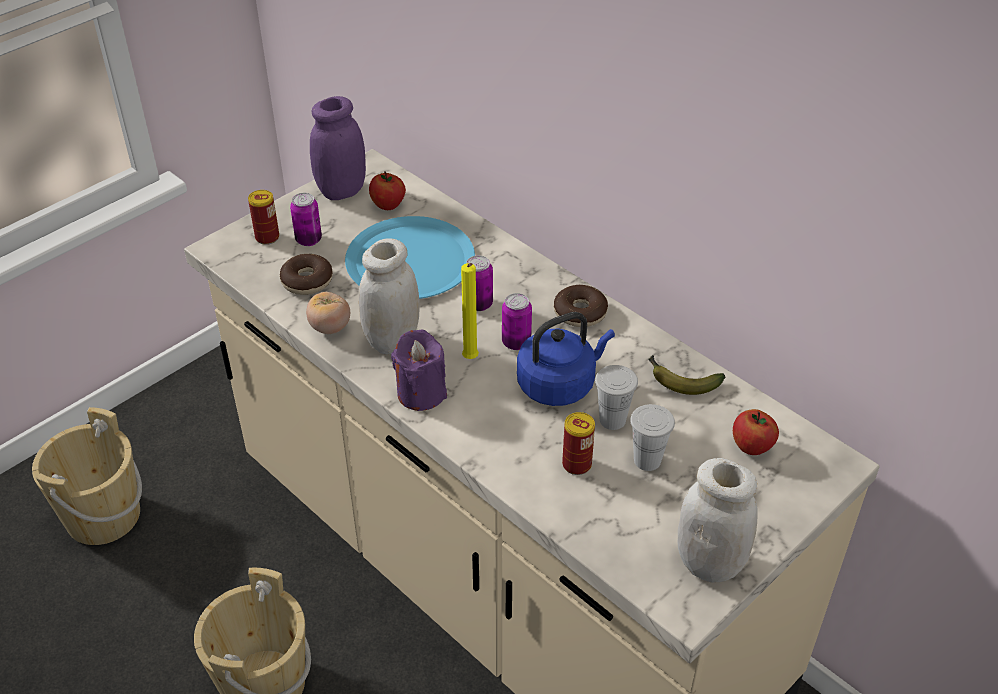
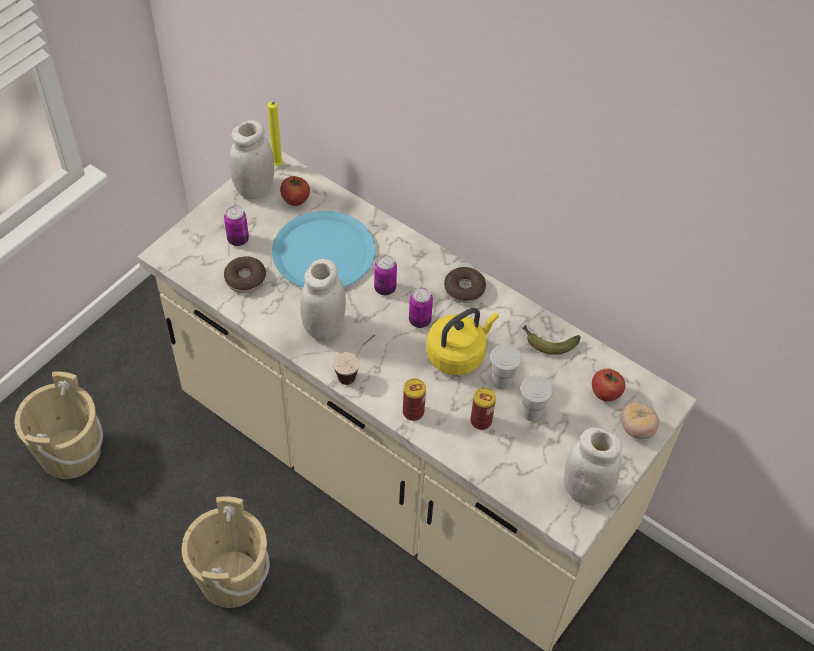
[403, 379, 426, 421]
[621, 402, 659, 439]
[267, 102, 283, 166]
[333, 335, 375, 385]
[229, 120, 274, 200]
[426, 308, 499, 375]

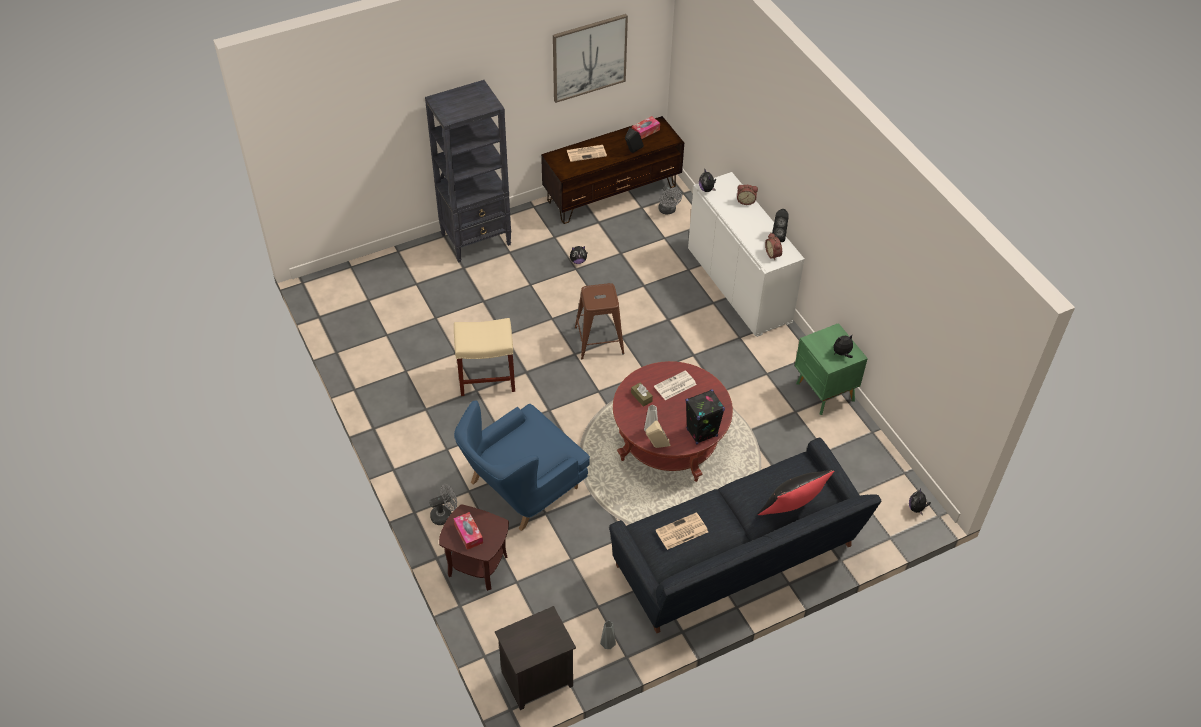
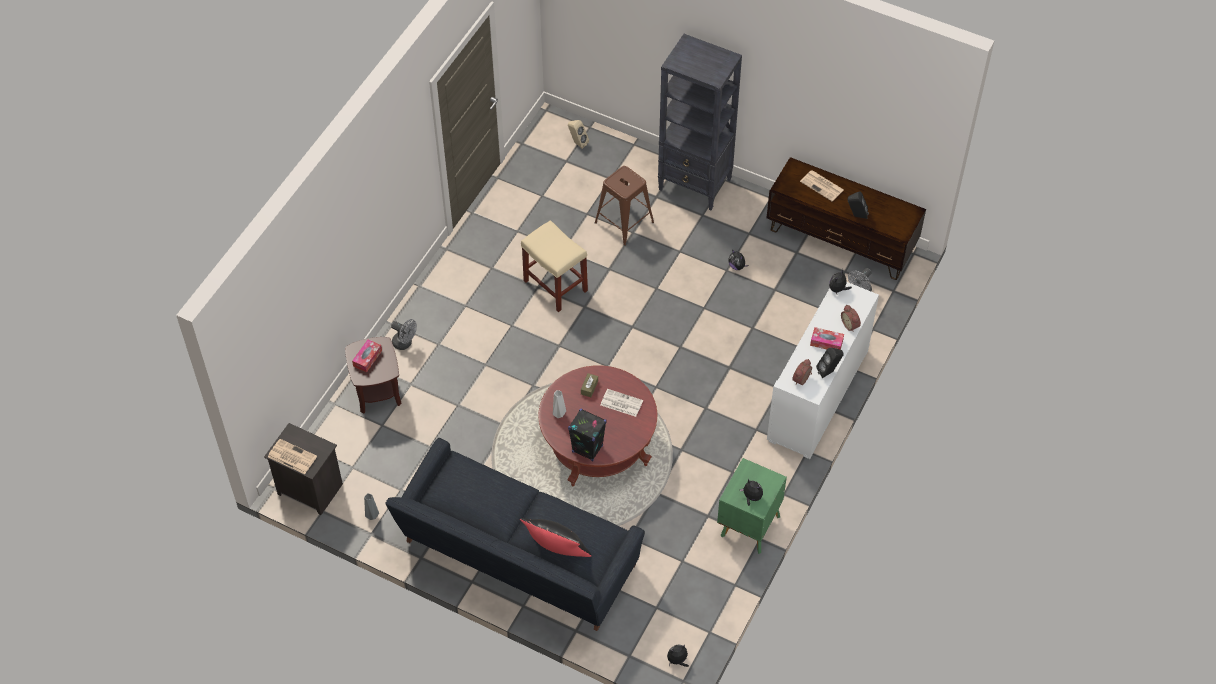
[454, 400, 590, 531] (first image)
[553, 14, 628, 103] (first image)
[595, 166, 654, 246]
[810, 327, 844, 350]
[568, 120, 589, 149]
[268, 439, 317, 474]

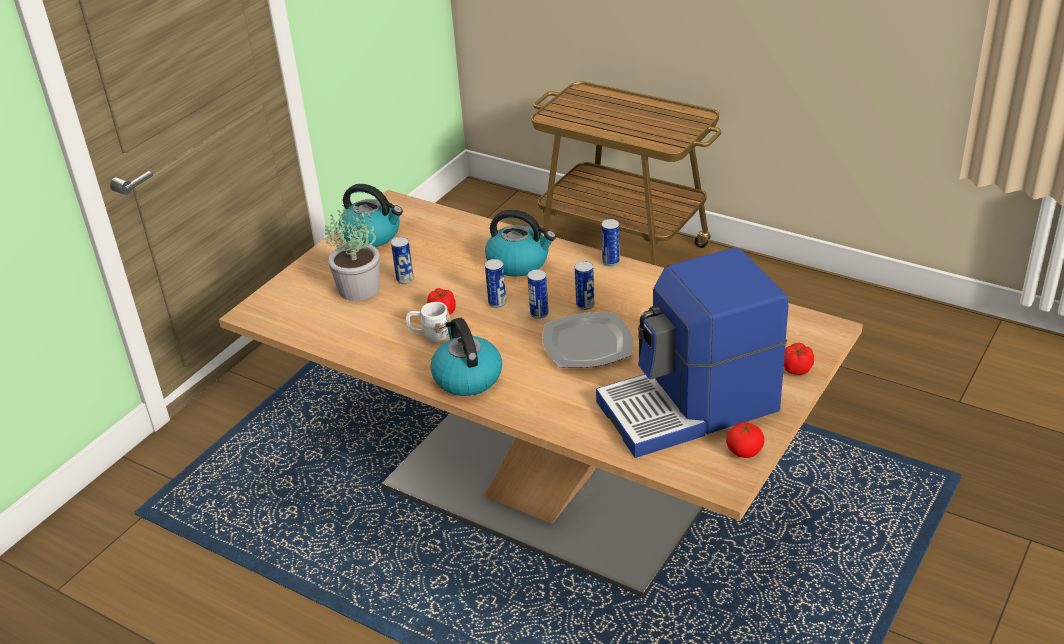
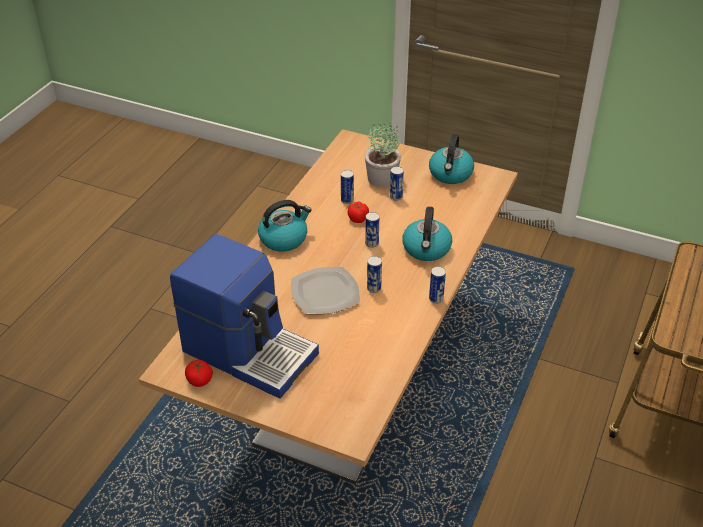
[406, 302, 451, 342] (first image)
[784, 343, 814, 375] (first image)
[341, 170, 354, 204]
[170, 234, 319, 399]

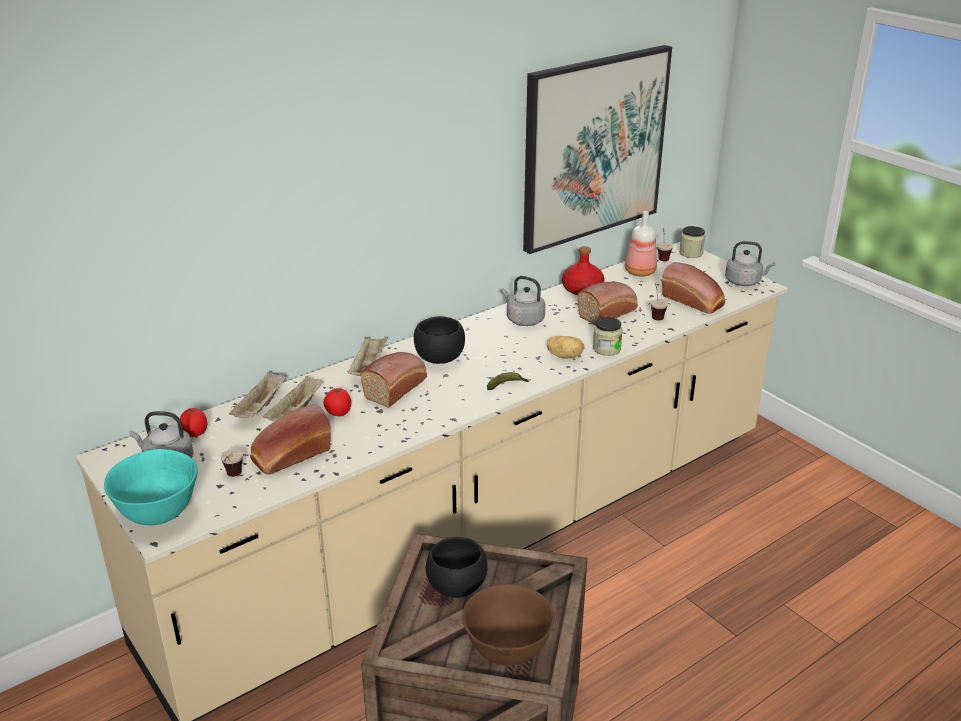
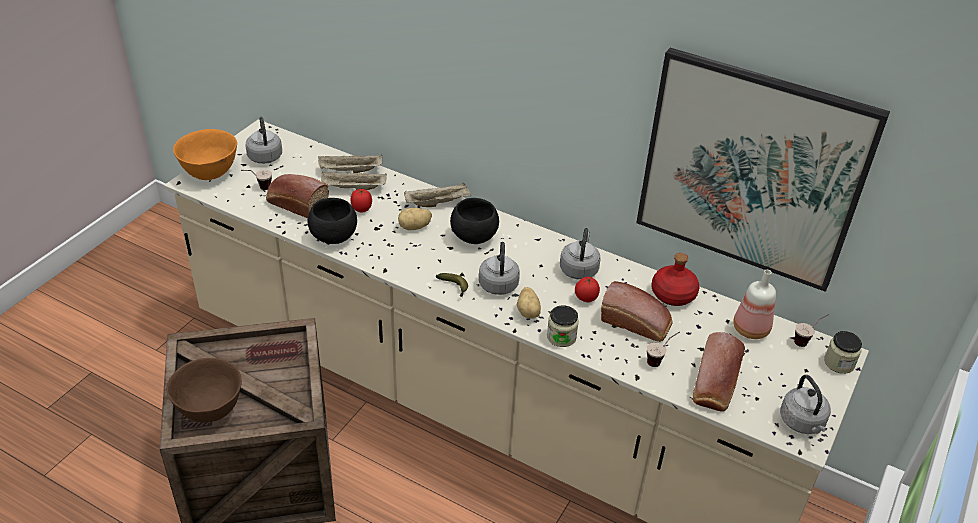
[479, 242, 520, 295]
[575, 277, 600, 302]
[308, 198, 357, 244]
[398, 208, 432, 230]
[173, 129, 237, 180]

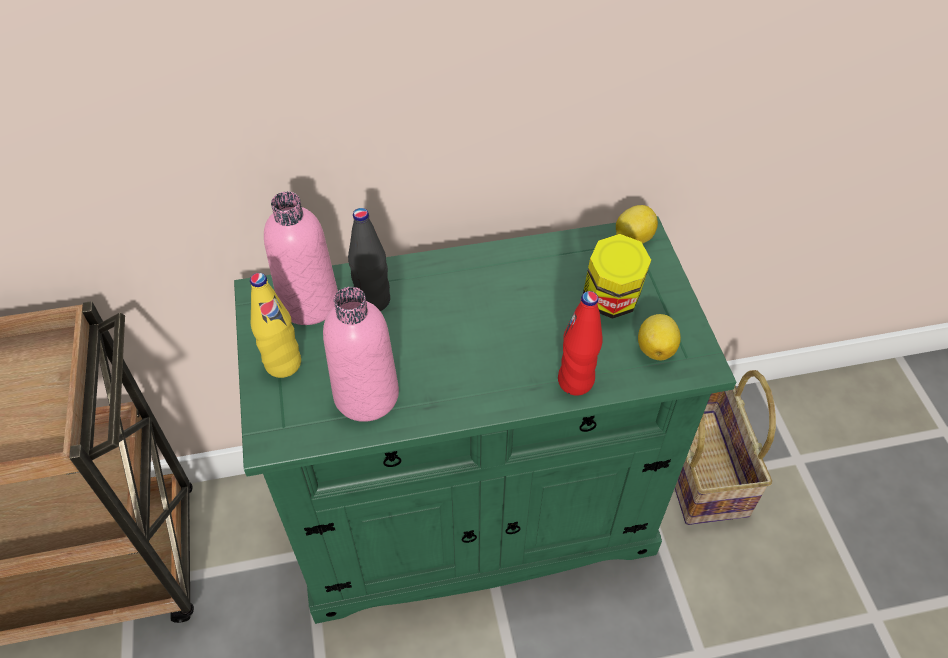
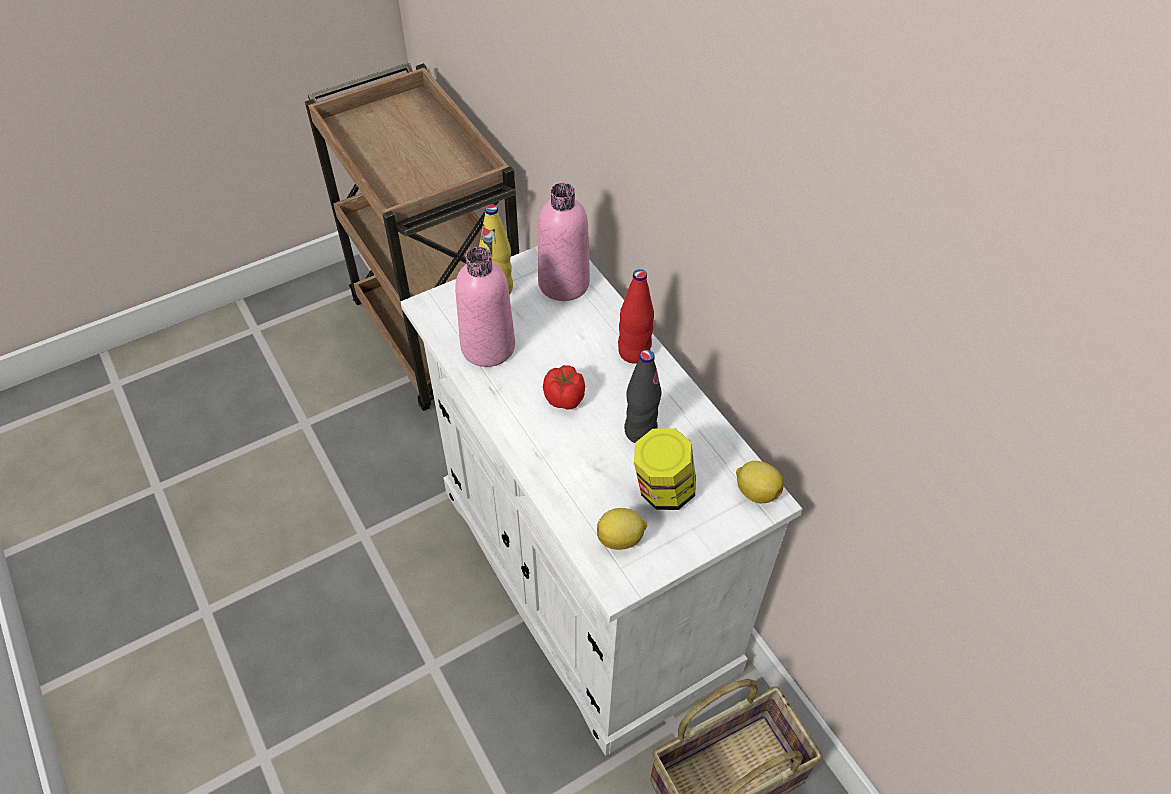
[543, 365, 585, 410]
[624, 350, 662, 443]
[618, 269, 654, 364]
[400, 246, 803, 756]

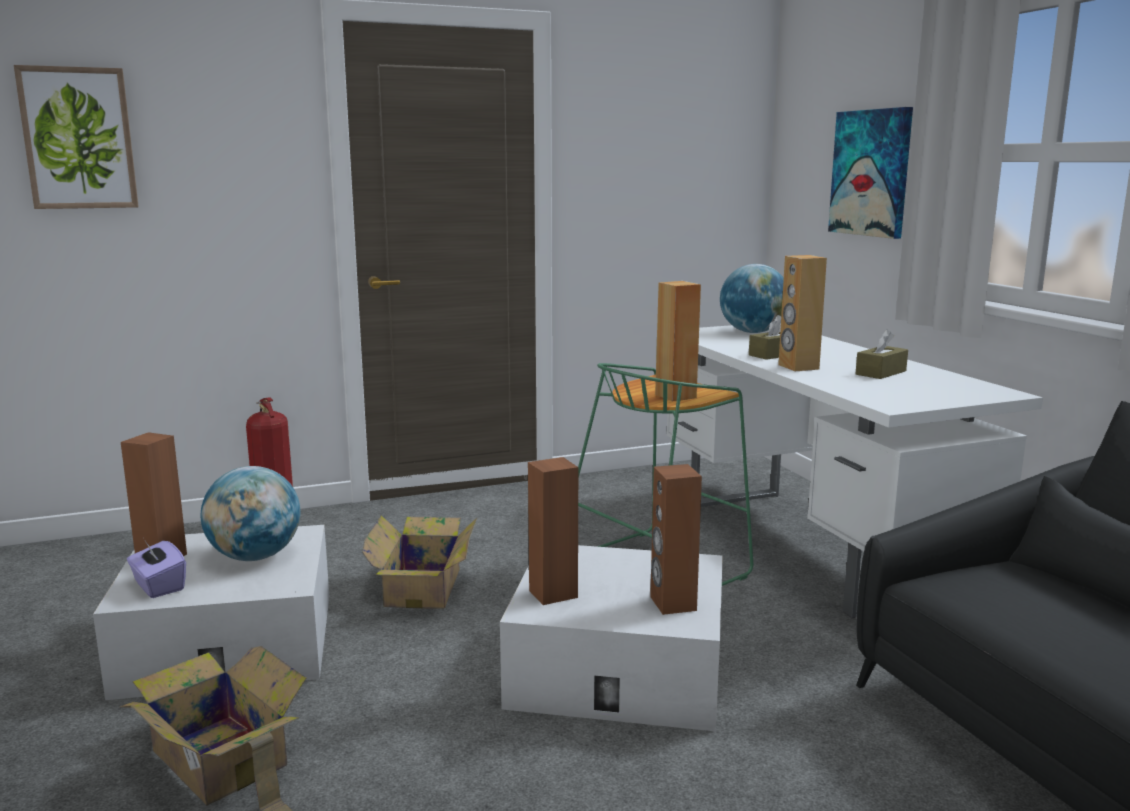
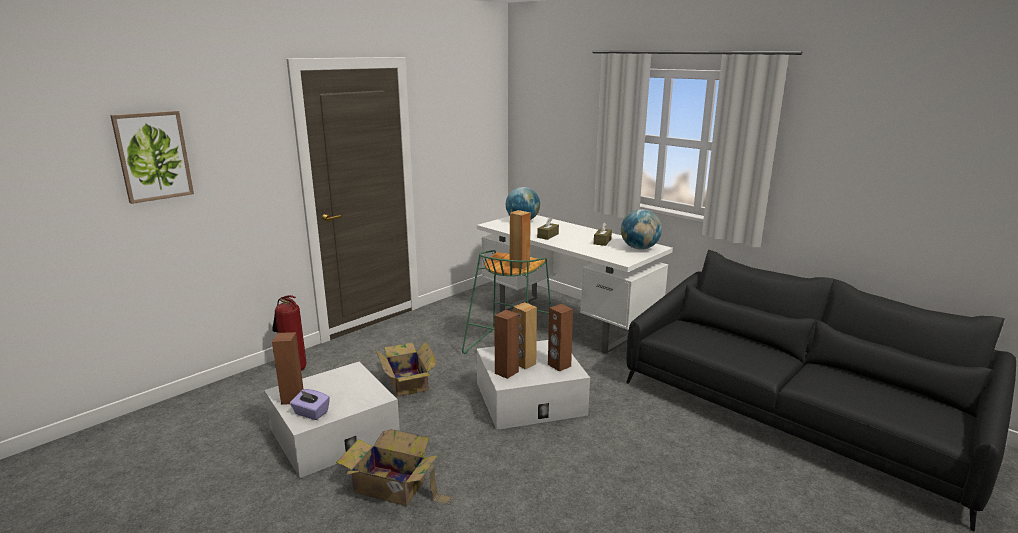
[828, 107, 913, 239] (first image)
[621, 209, 662, 250]
[513, 302, 537, 369]

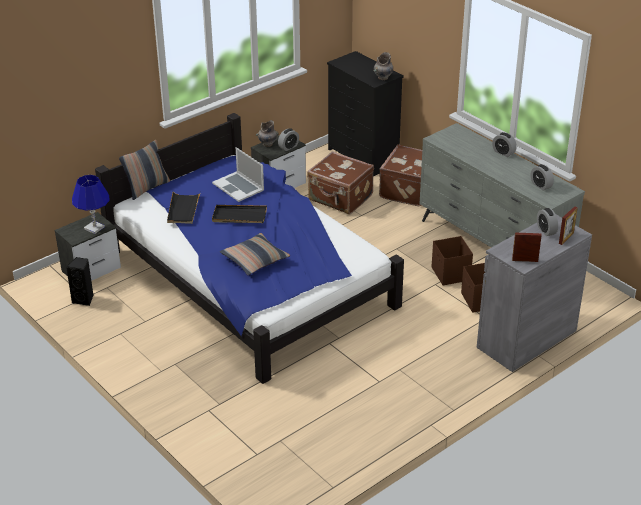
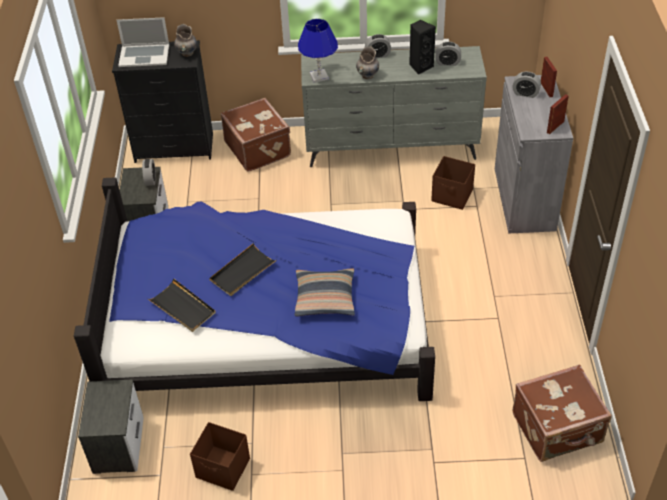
[119, 140, 170, 200] (first image)
[409, 20, 436, 75]
[298, 19, 338, 83]
[116, 17, 169, 67]
[356, 46, 379, 79]
[513, 364, 612, 462]
[190, 422, 250, 491]

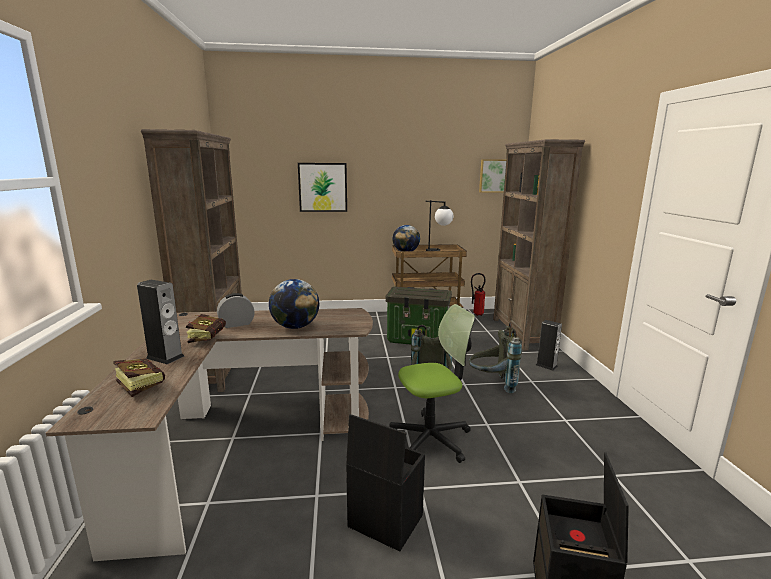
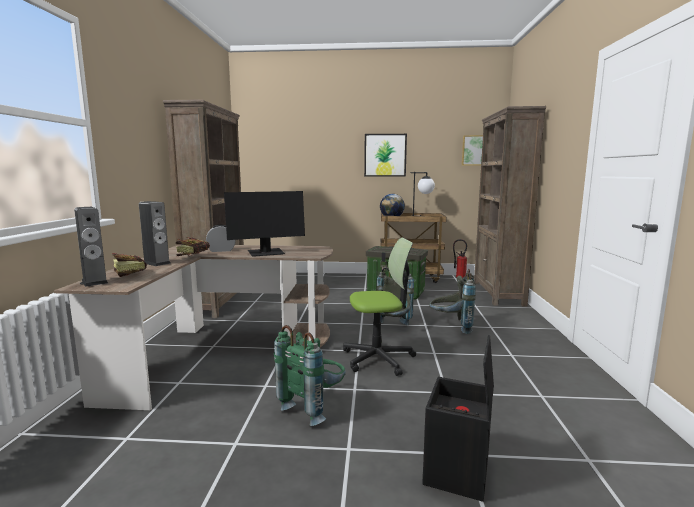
[364, 134, 407, 176]
[74, 207, 108, 287]
[224, 191, 305, 257]
[274, 325, 346, 426]

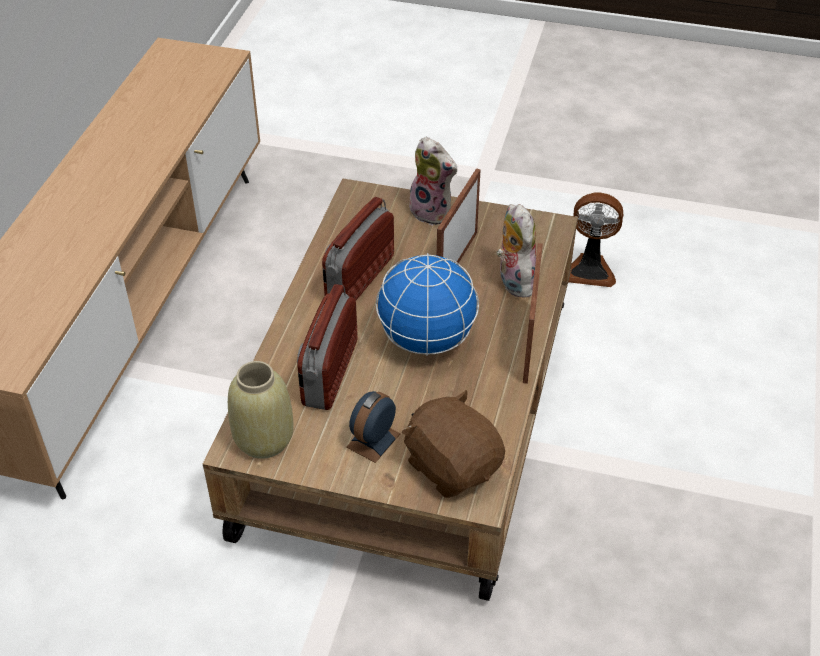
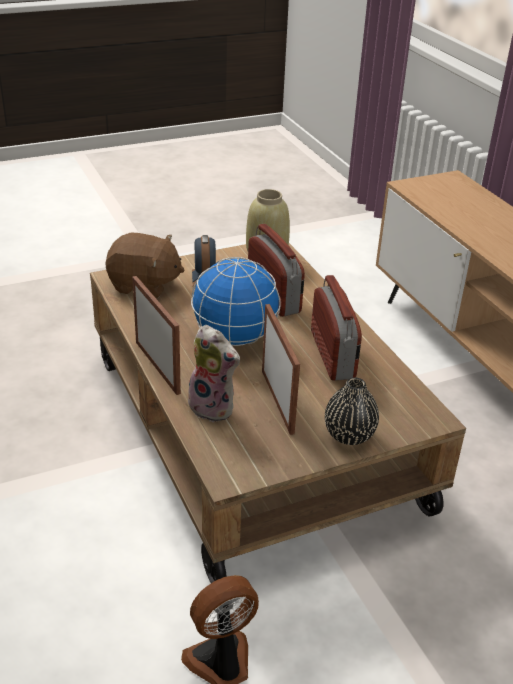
[325, 378, 379, 445]

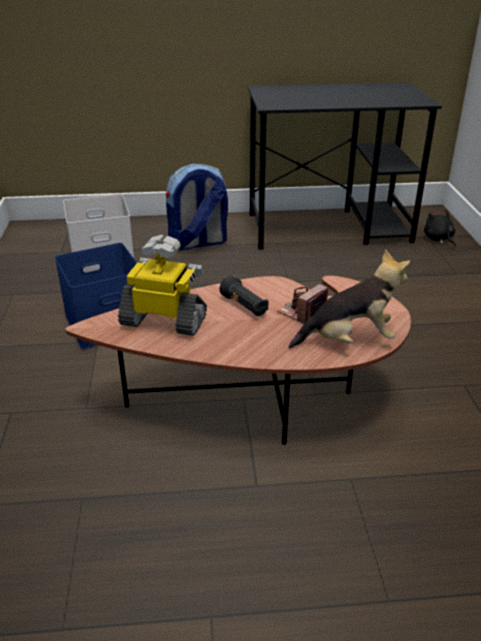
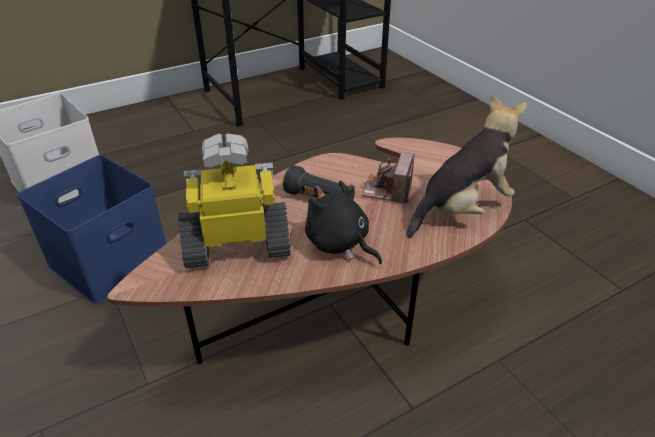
[165, 164, 228, 250] (first image)
[305, 180, 382, 264]

